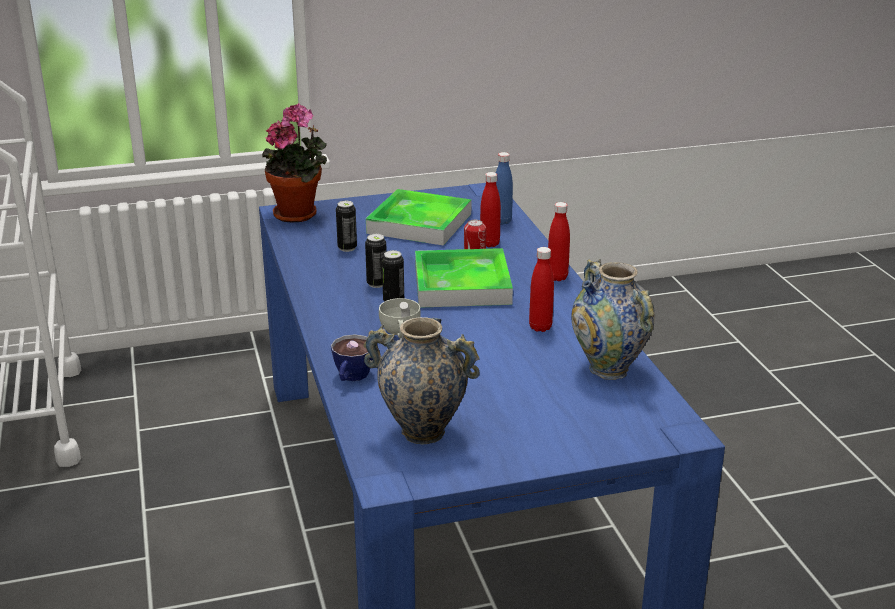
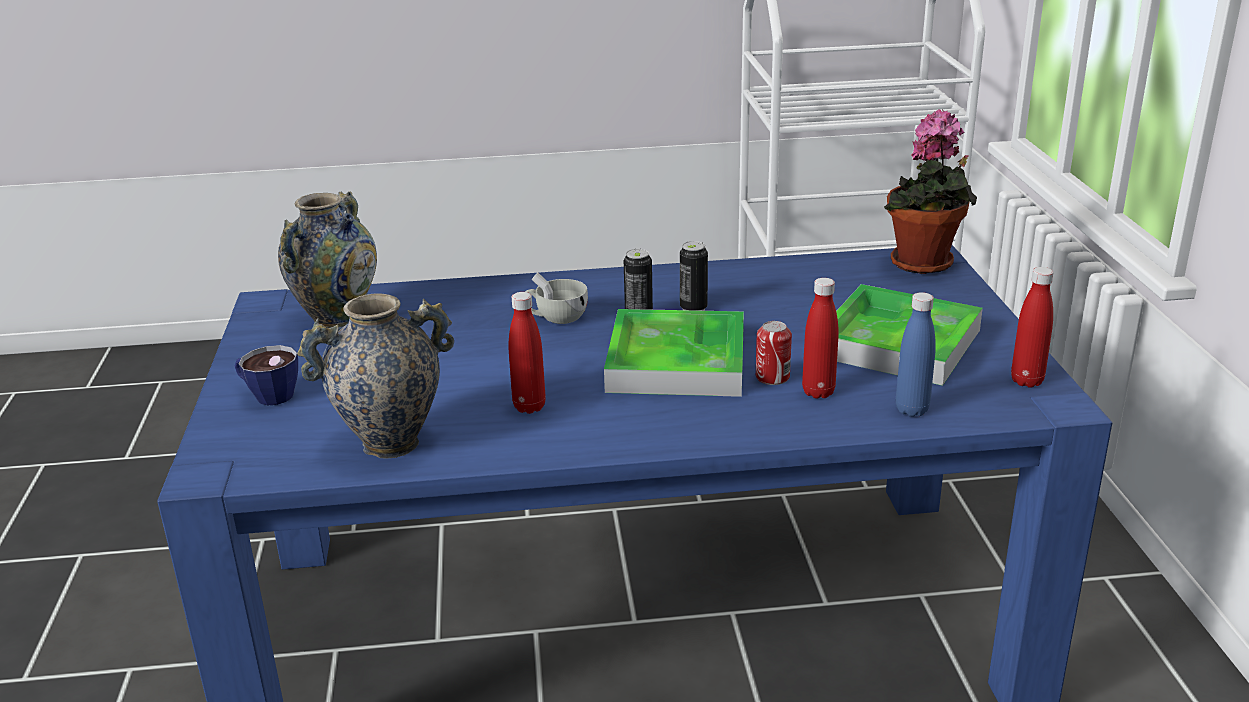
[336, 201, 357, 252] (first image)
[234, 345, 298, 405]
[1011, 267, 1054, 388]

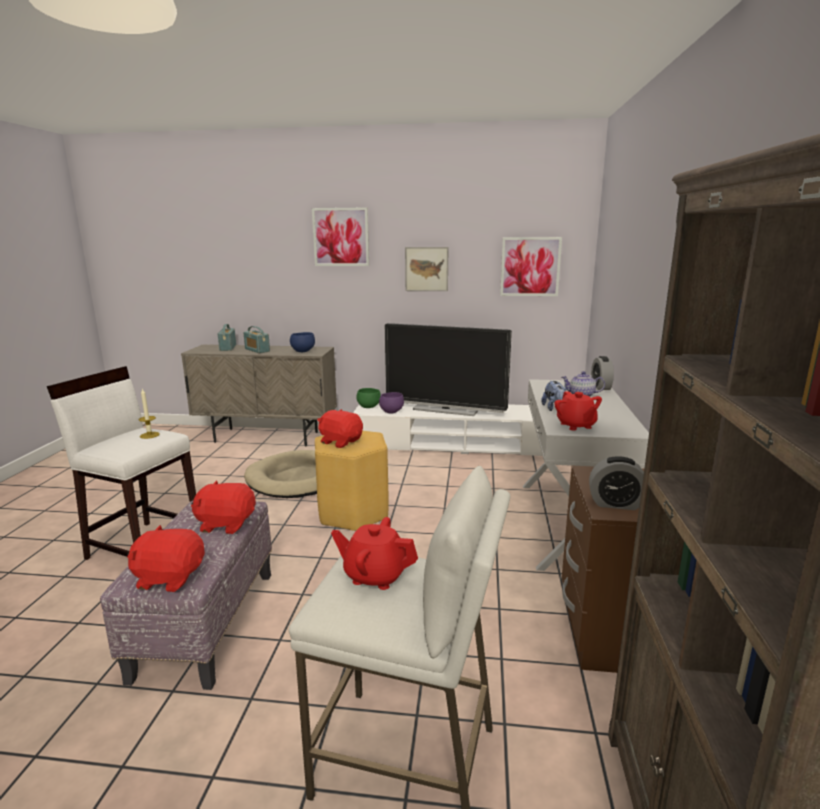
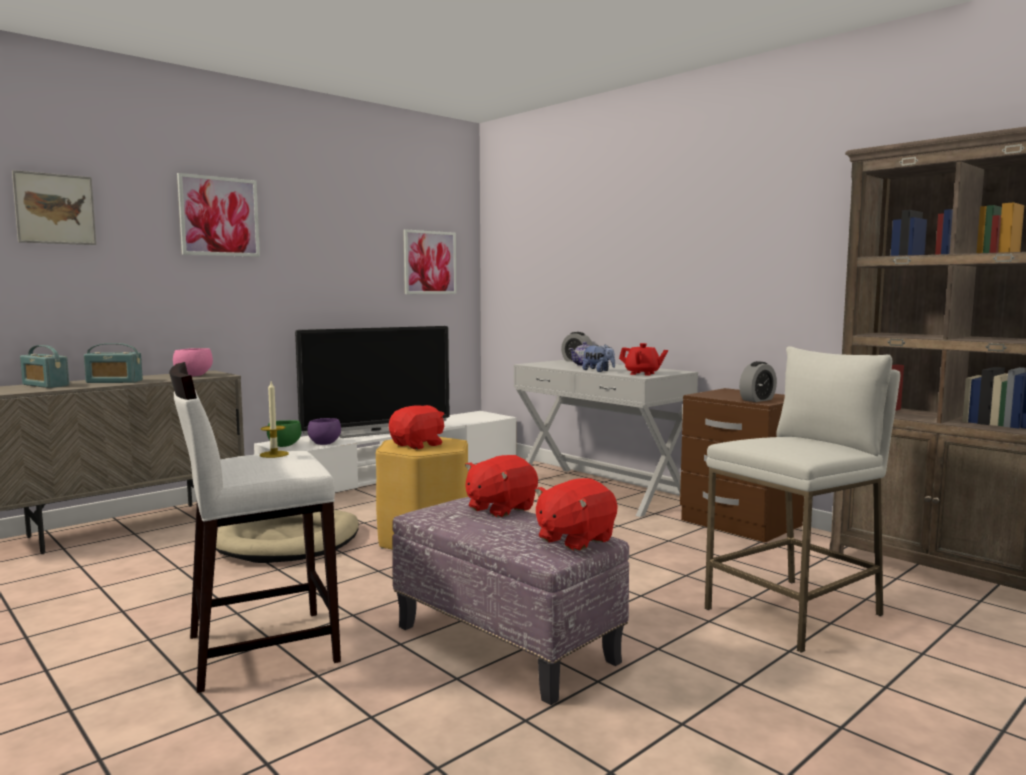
[331, 517, 418, 590] (first image)
[12, 170, 96, 245]
[173, 348, 213, 376]
[389, 405, 444, 450]

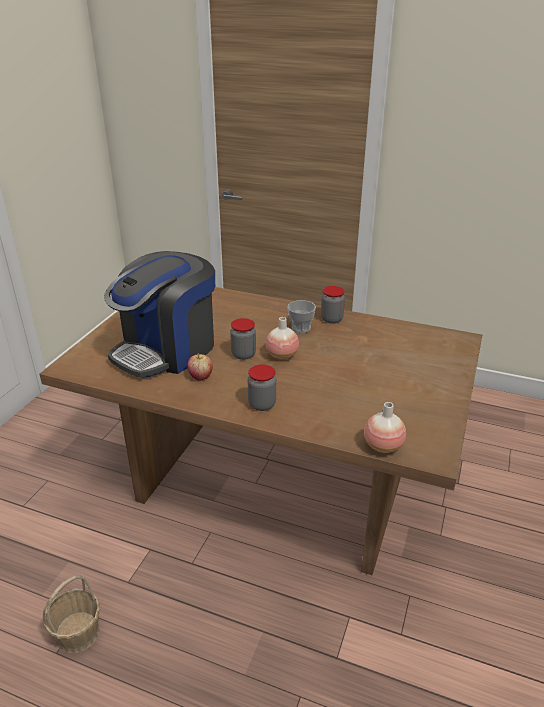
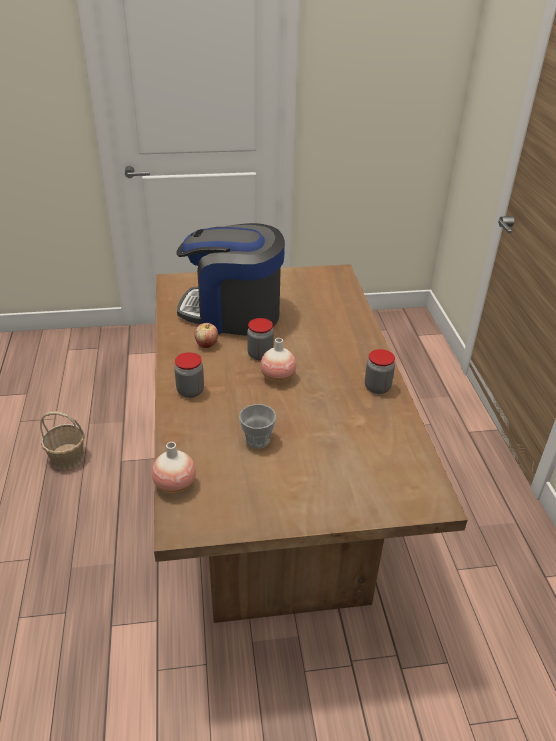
[239, 404, 276, 448]

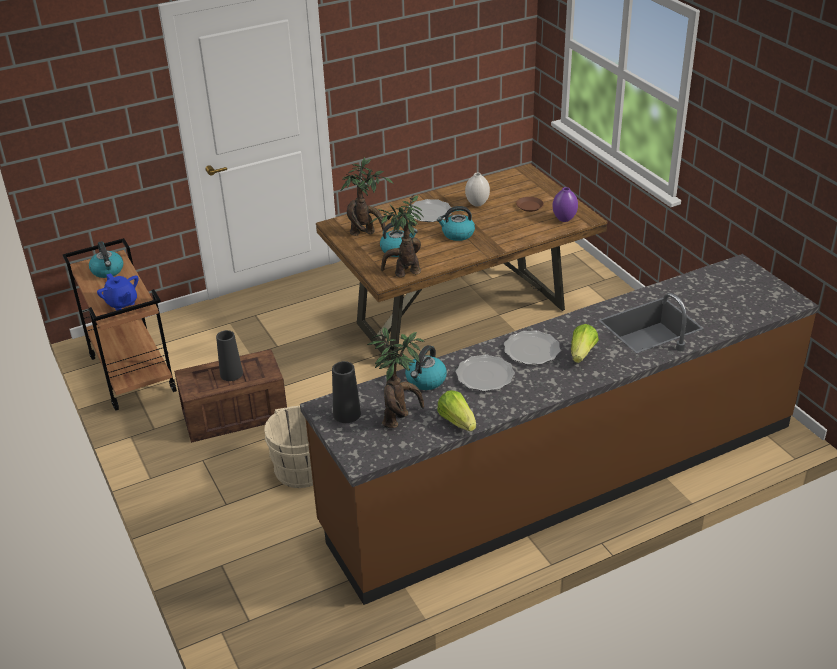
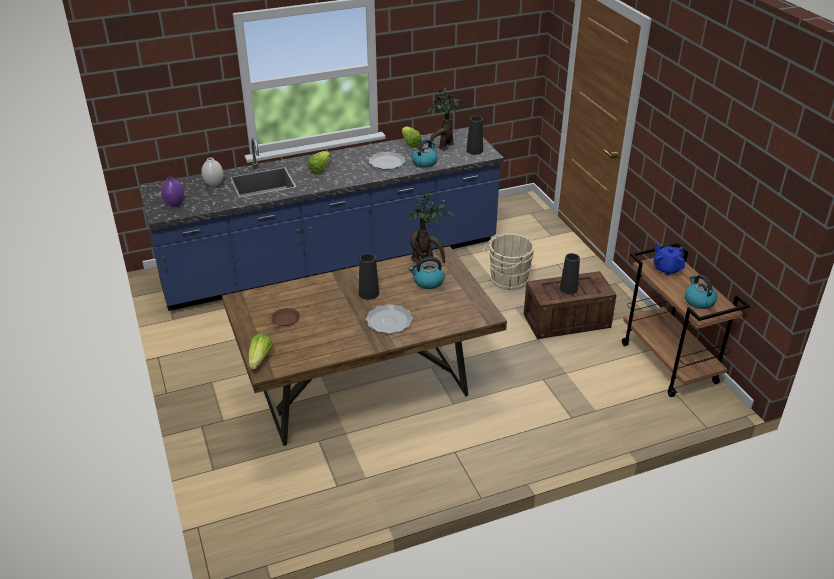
[341, 157, 393, 236] (first image)
[504, 331, 561, 365] (first image)
[249, 333, 273, 369]
[201, 158, 223, 187]
[161, 177, 184, 207]
[359, 253, 379, 300]
[139, 127, 504, 311]

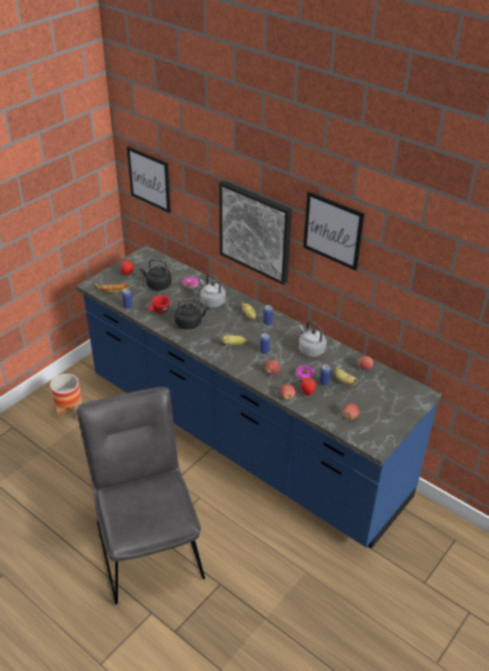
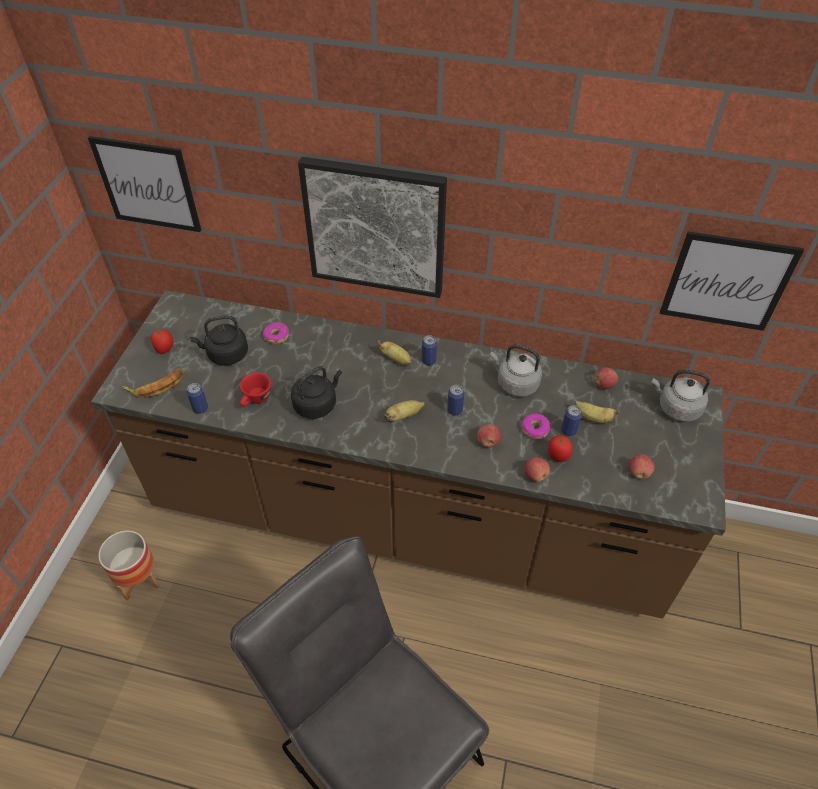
[652, 369, 710, 422]
[660, 231, 804, 331]
[91, 290, 726, 619]

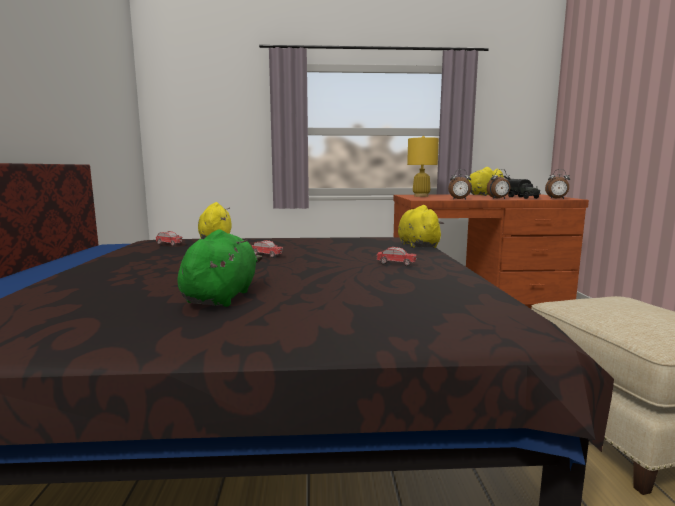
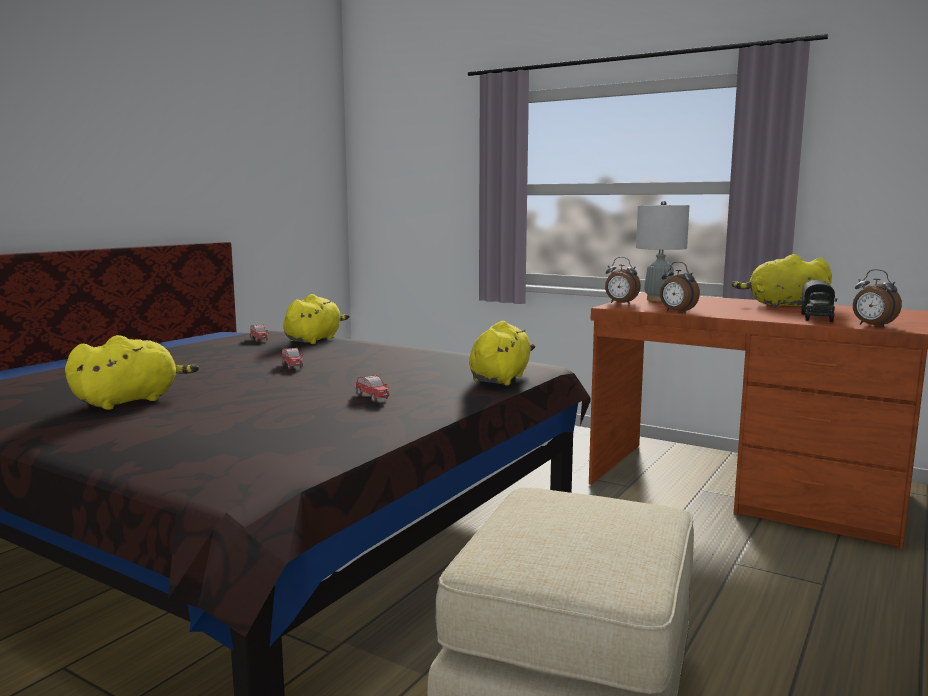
[605, 257, 641, 304]
[65, 335, 199, 410]
[636, 201, 689, 302]

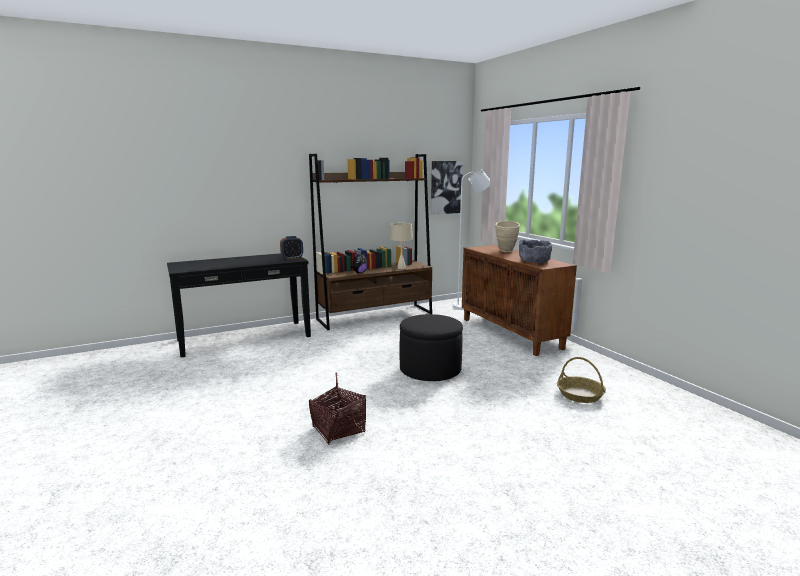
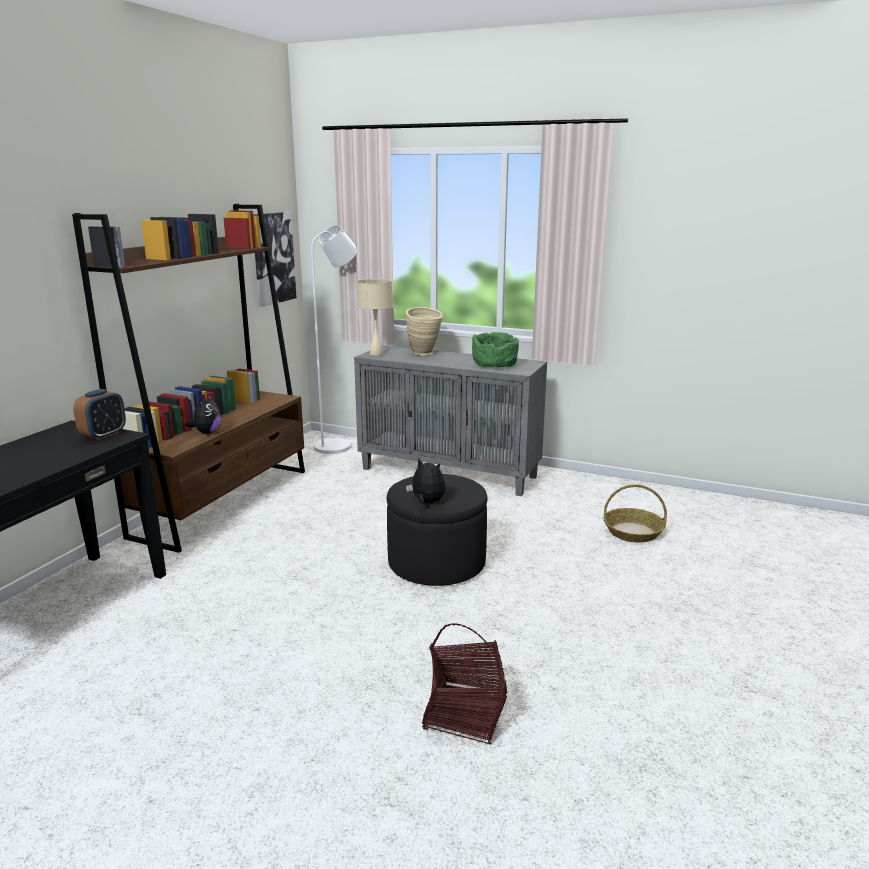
[406, 458, 445, 503]
[356, 279, 394, 356]
[354, 345, 547, 496]
[472, 332, 519, 367]

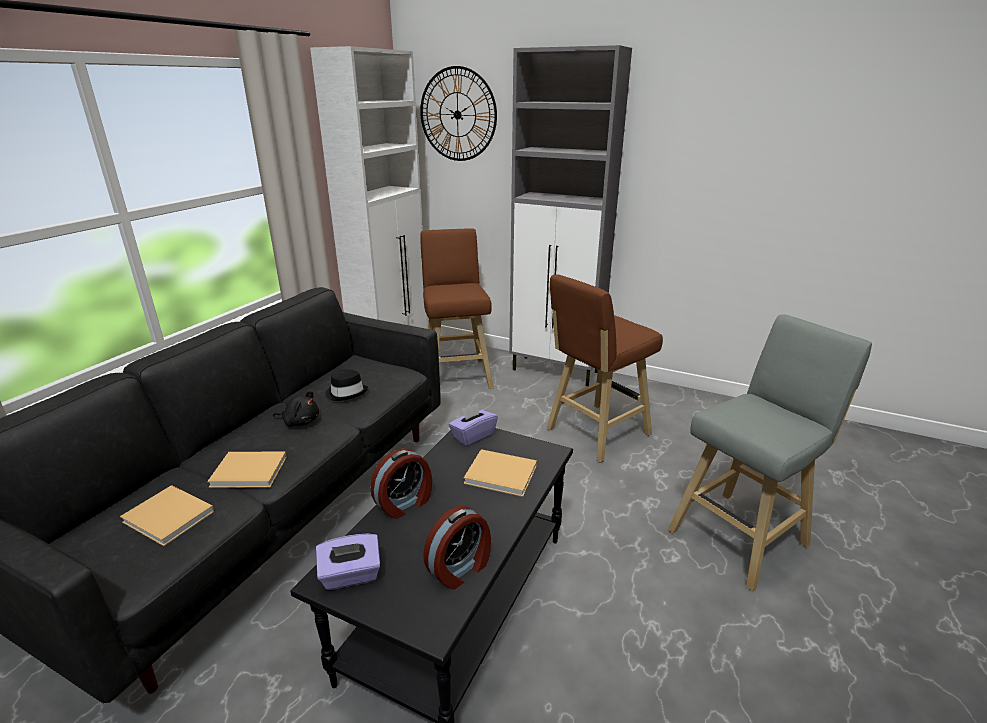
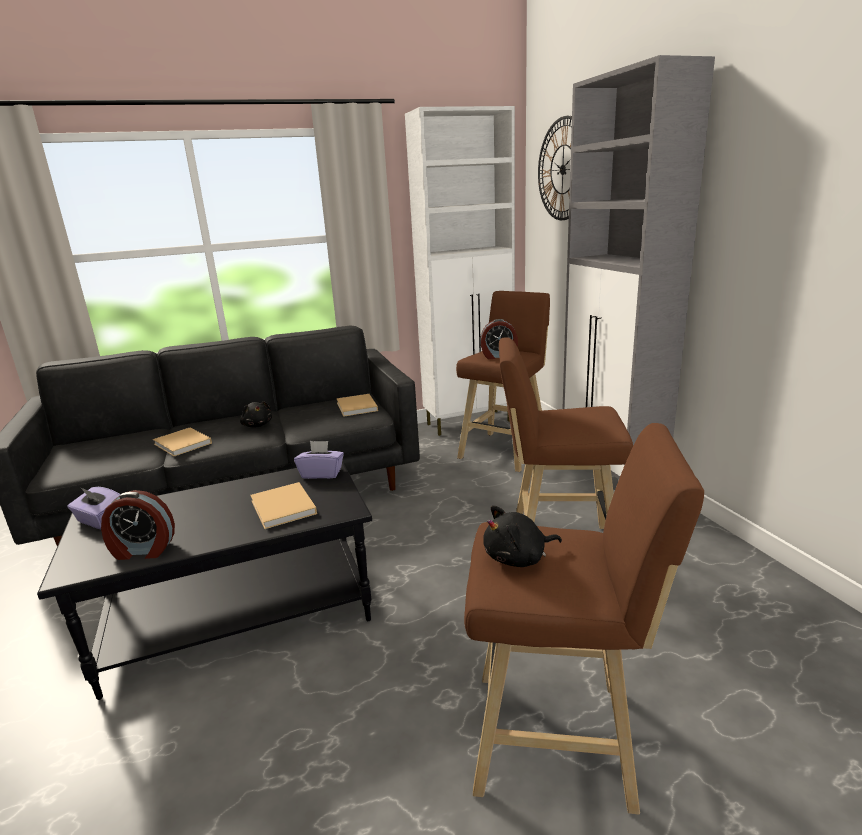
[325, 369, 368, 401] (first image)
[483, 506, 562, 567]
[336, 394, 378, 417]
[480, 319, 518, 359]
[464, 423, 704, 815]

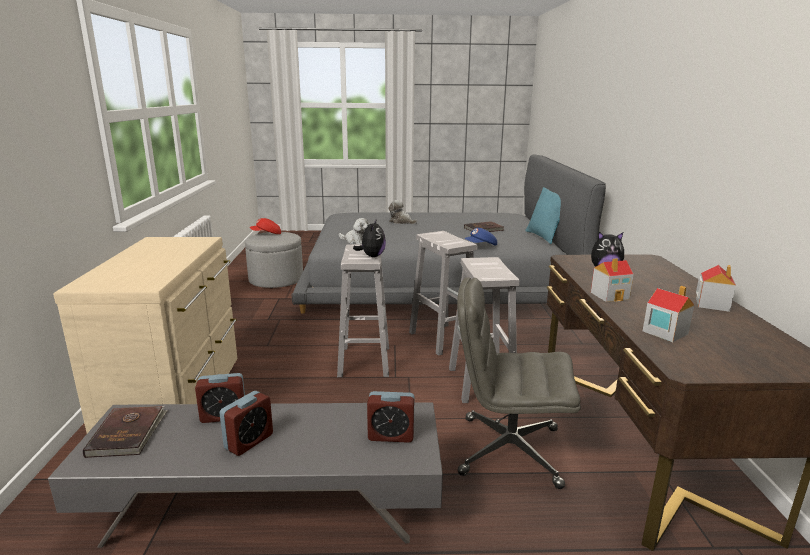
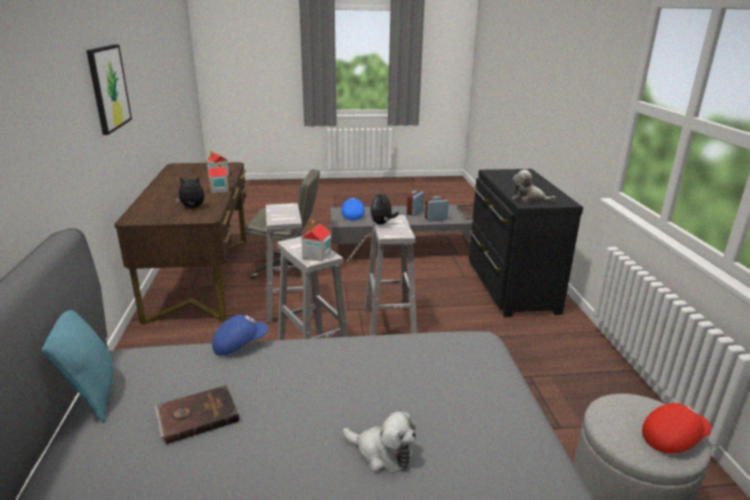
[86, 44, 132, 135]
[512, 170, 556, 203]
[301, 221, 331, 261]
[341, 198, 365, 221]
[469, 169, 583, 317]

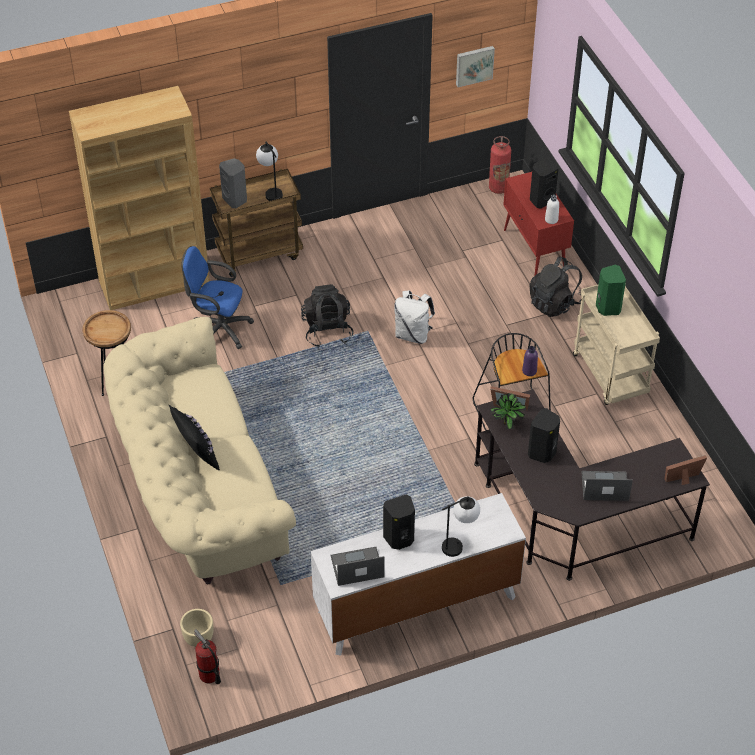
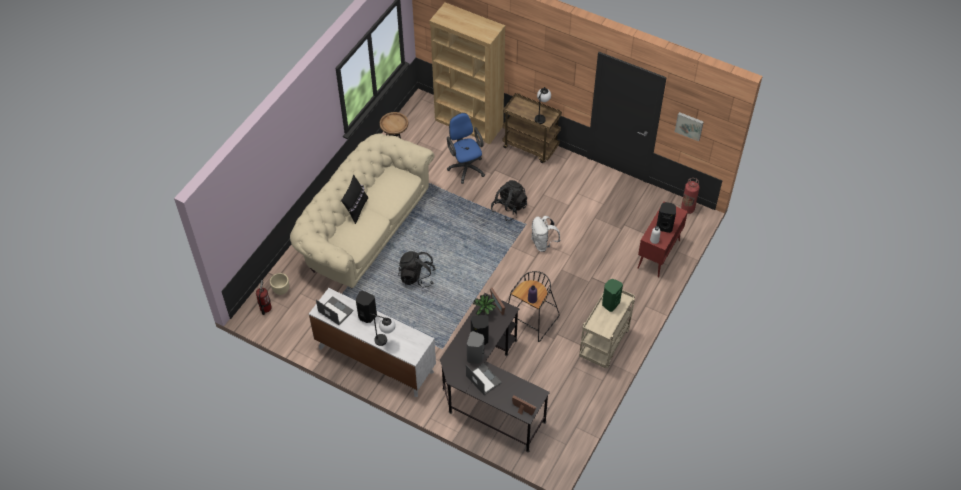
[467, 331, 484, 364]
[398, 251, 436, 288]

